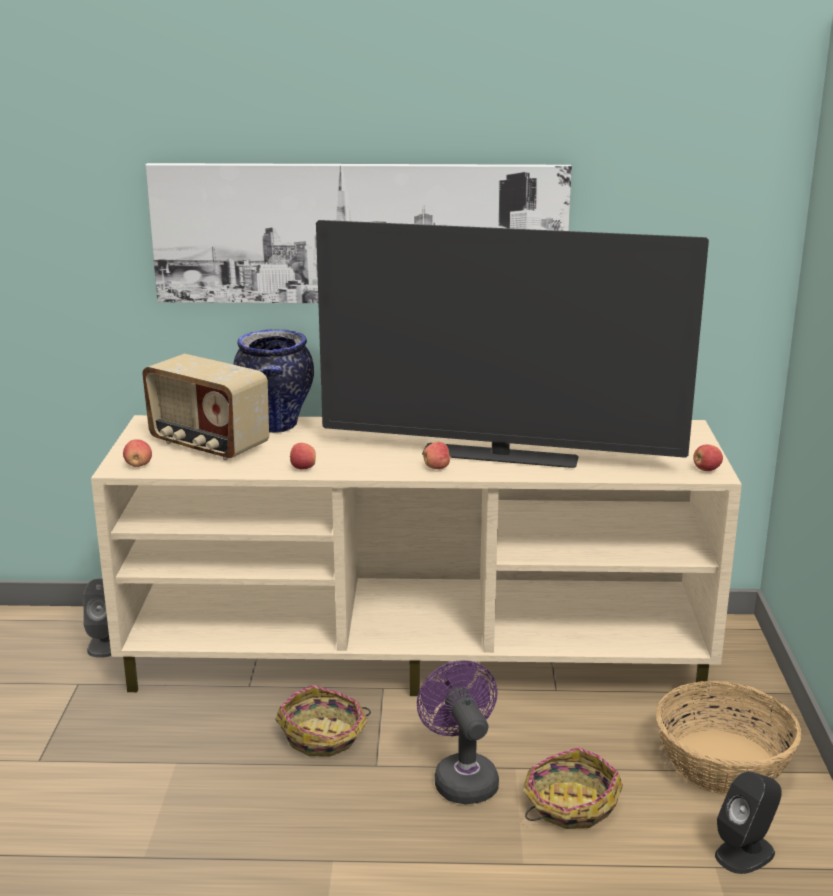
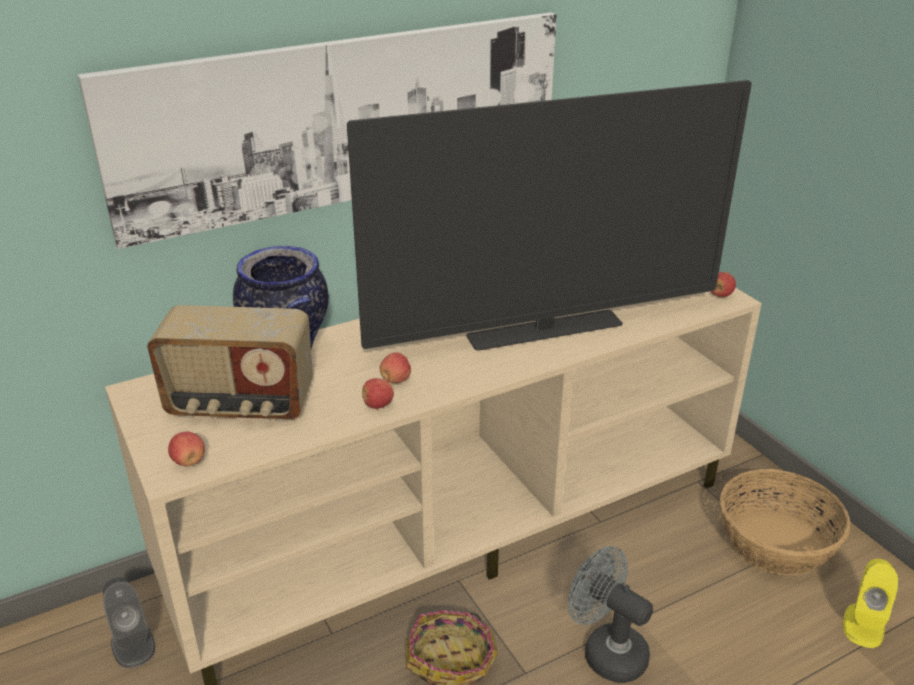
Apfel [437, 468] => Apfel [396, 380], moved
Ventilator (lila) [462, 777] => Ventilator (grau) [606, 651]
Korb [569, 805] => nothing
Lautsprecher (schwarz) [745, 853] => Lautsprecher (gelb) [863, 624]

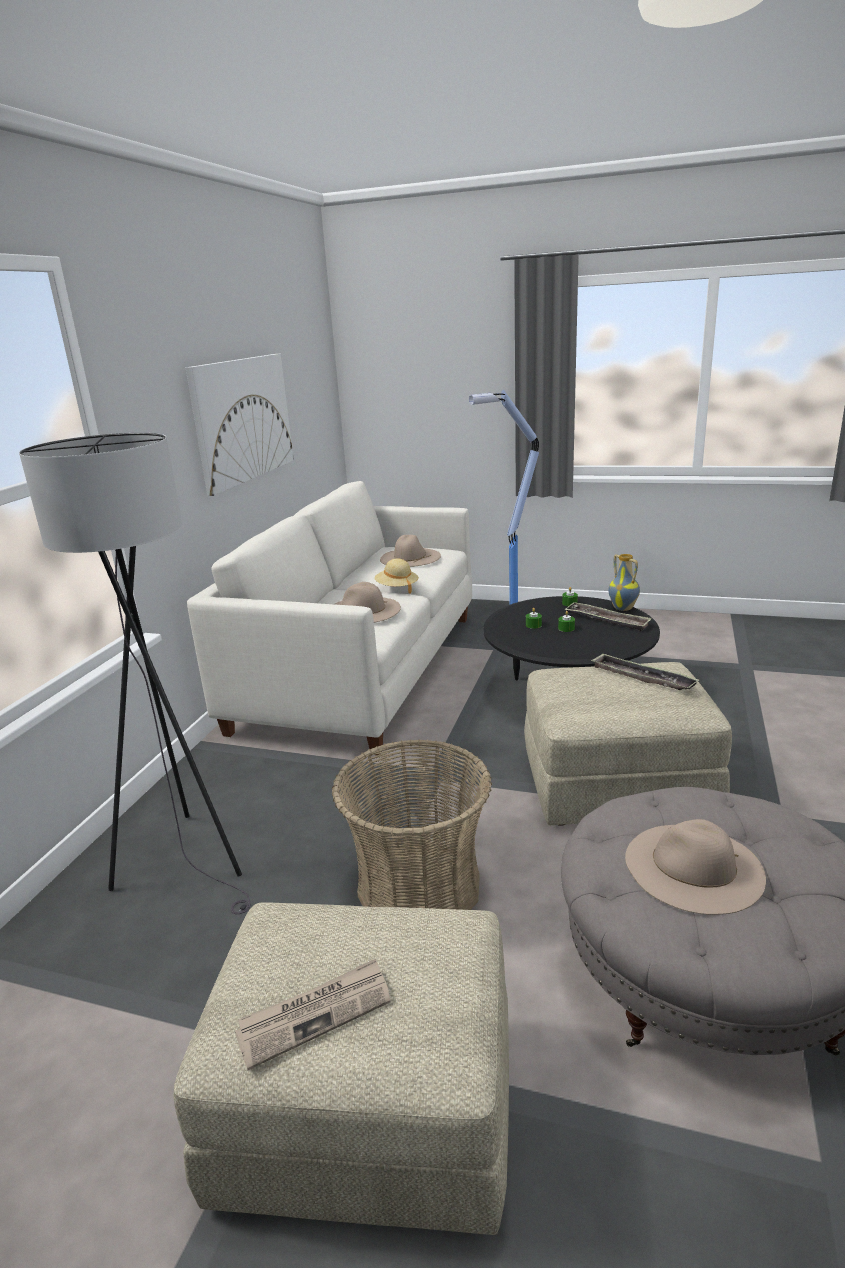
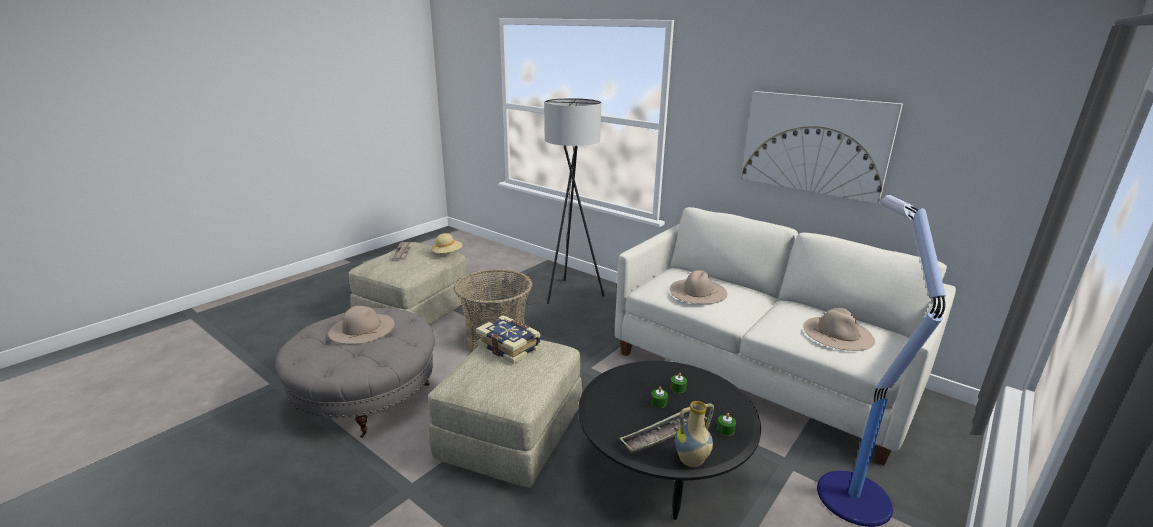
Hut (beige) [397, 588] => Hut (beige) [447, 253], moved
Tablett [642, 677] => nothing
nothing => Buch [510, 347]

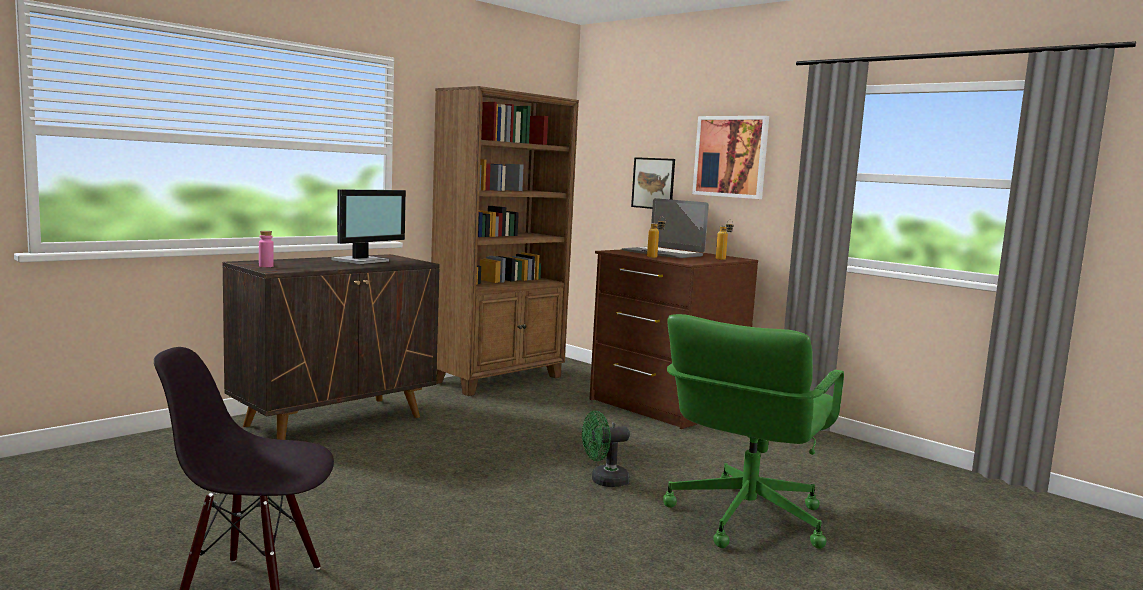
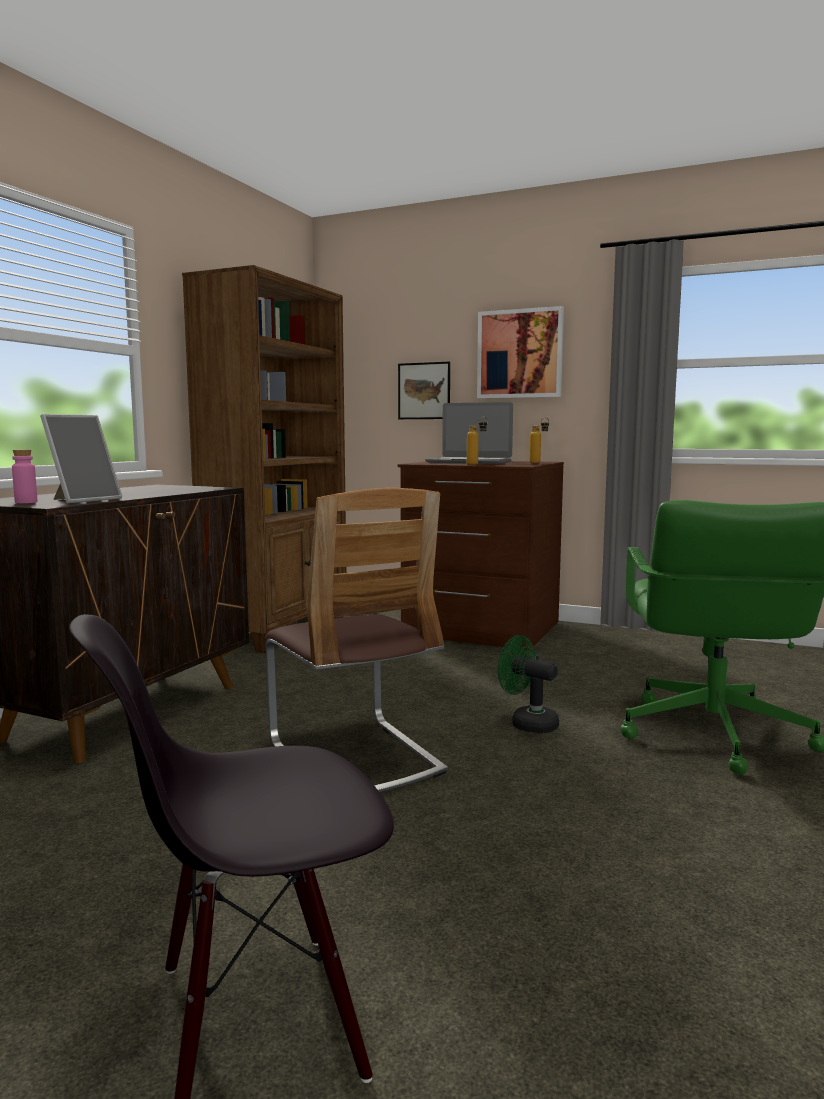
Monitor [362, 261] => nothing
Ventilator (grün) [603, 481] => Ventilator (grün) [527, 723], 75 degrees clockwise
nothing => Bilderrahmen [83, 500]
nothing => Stuhl [355, 758]

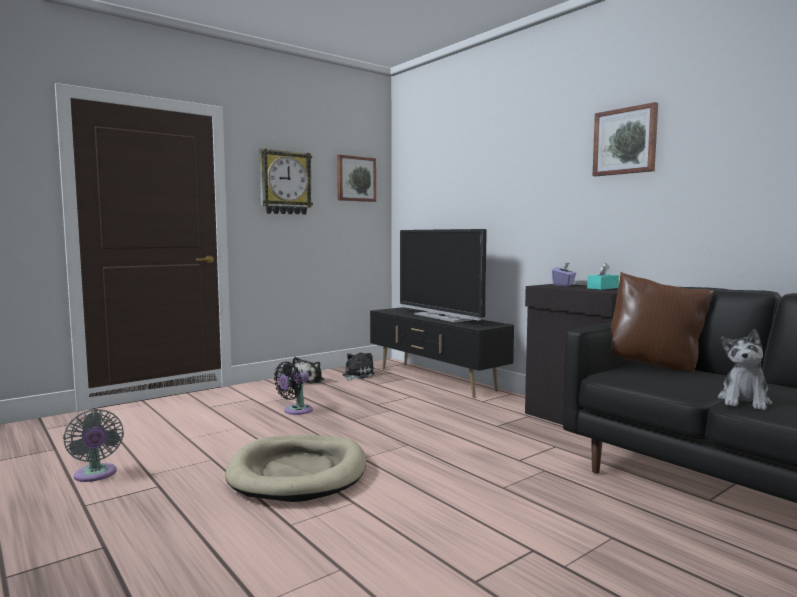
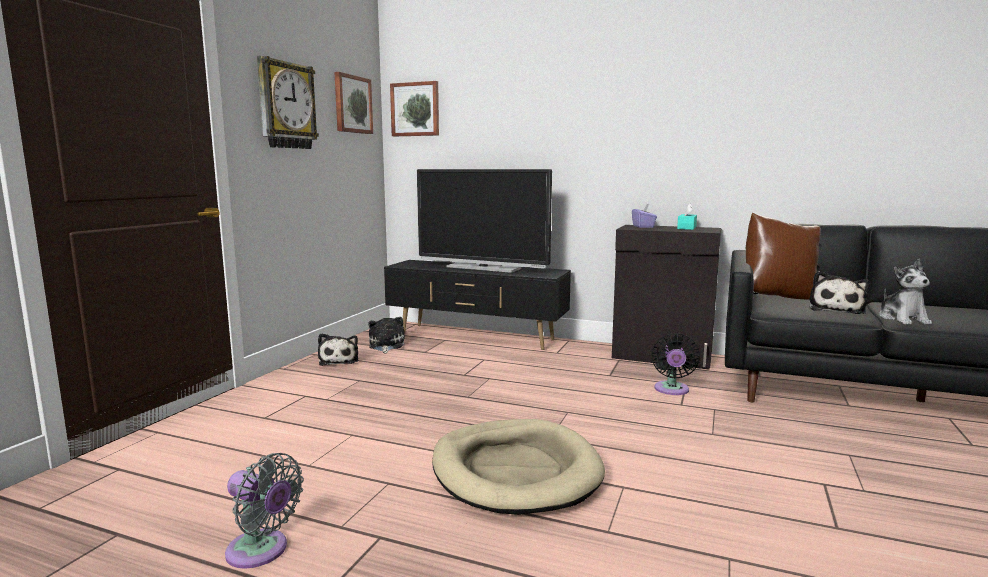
Bild [625, 141] => Bild [415, 109], moved
Ventilator (schwarz) [295, 411] => Ventilator (schwarz) [671, 390], moved
nothing => Plüschtier [836, 309]

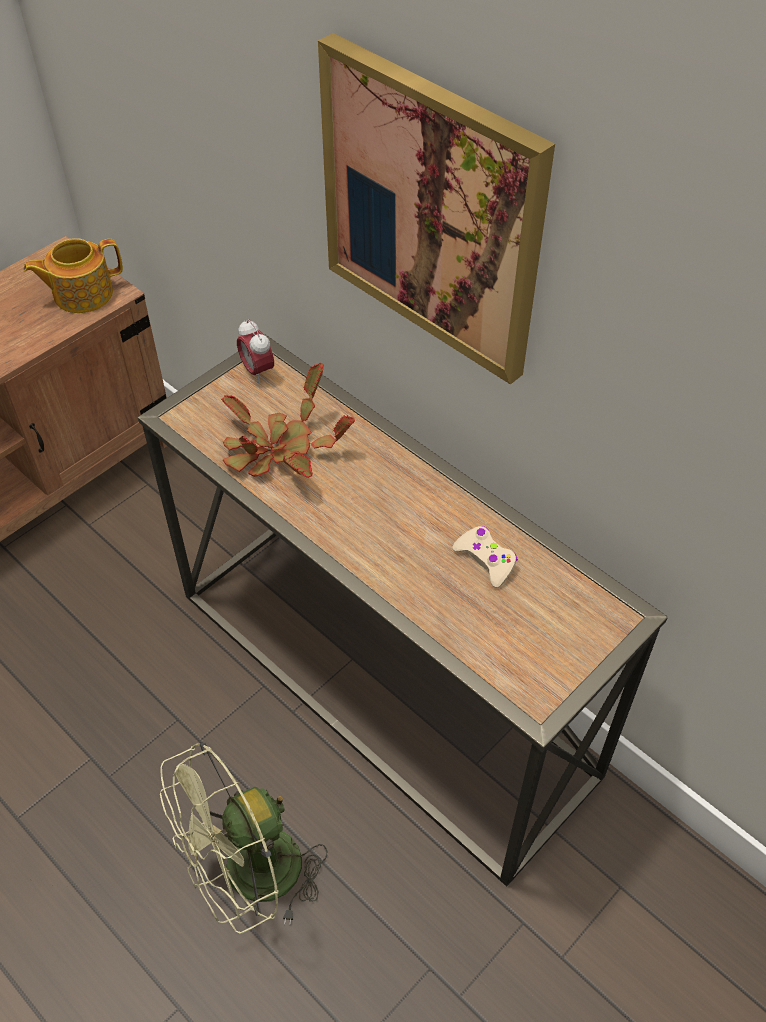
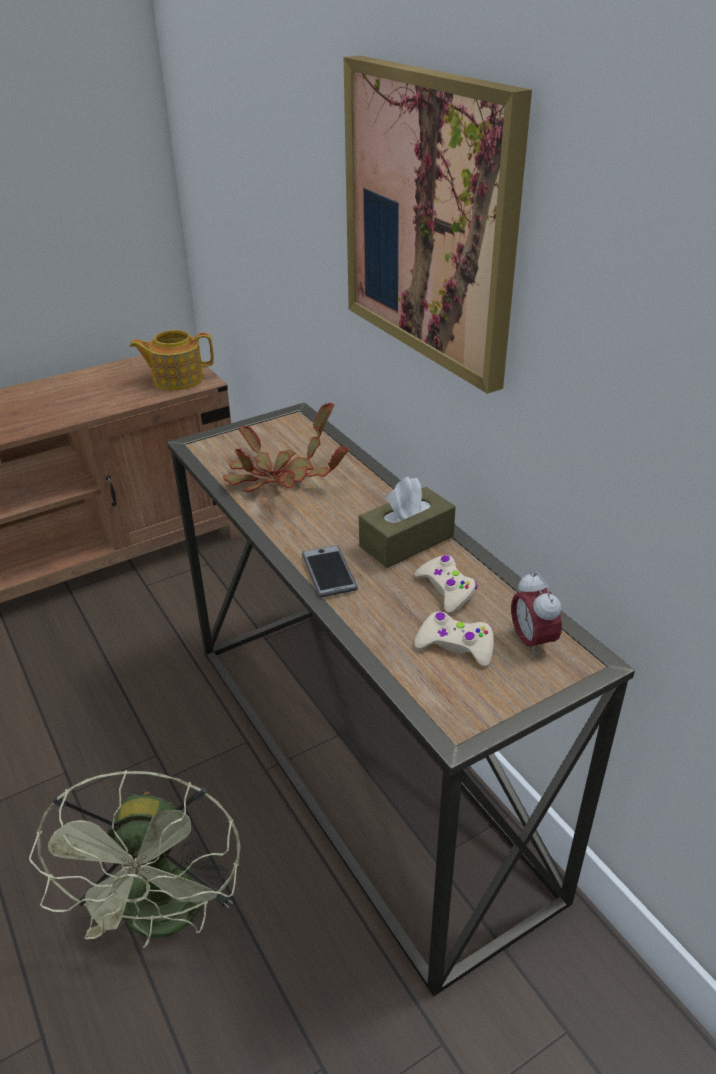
Wecker [257, 371] => Wecker [531, 642], moved
Ventilator (grün) [249, 878] => Ventilator (grün) [165, 919], 75 degrees counterclockwise
nothing => Taschentuchbox (braun) [406, 541]
nothing => Handy [329, 572]
nothing => Gamepad (beige) [455, 646]

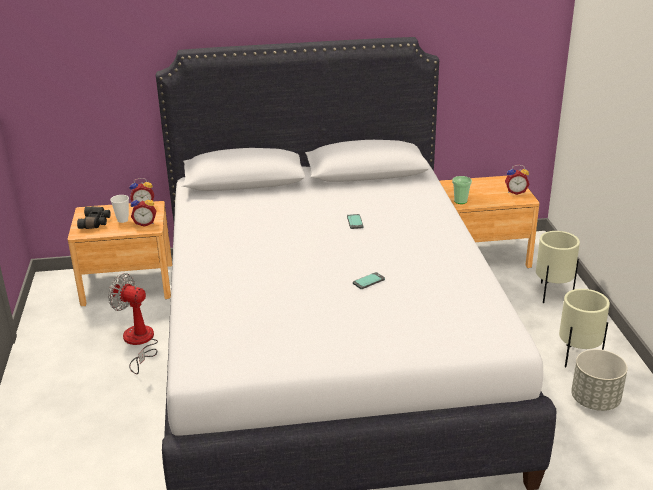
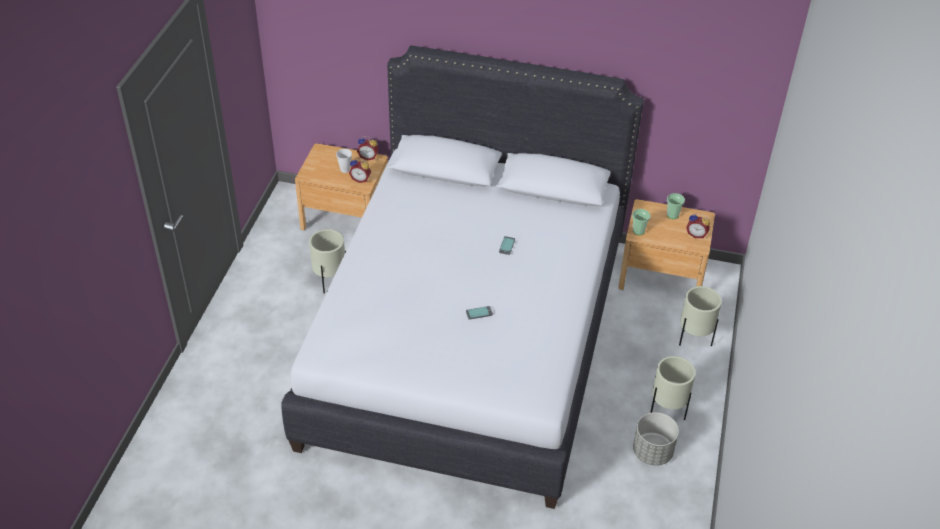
Fernglas (schwarz) [96, 223] => nothing
Ventilator [139, 342] => Pflanzkübel (beige) [330, 281]
nothing => Tasse [672, 215]

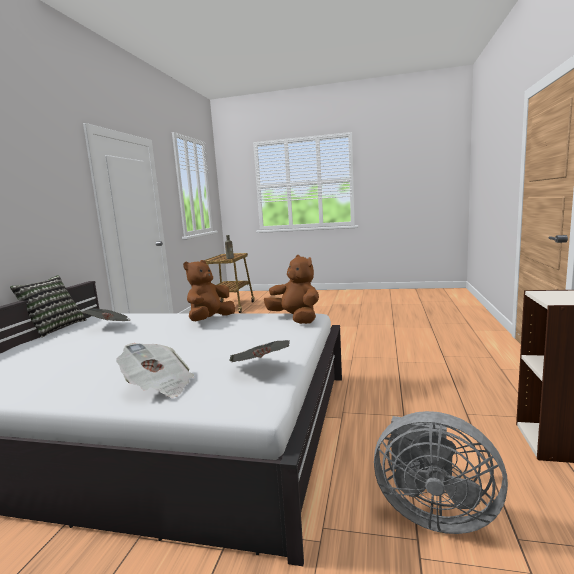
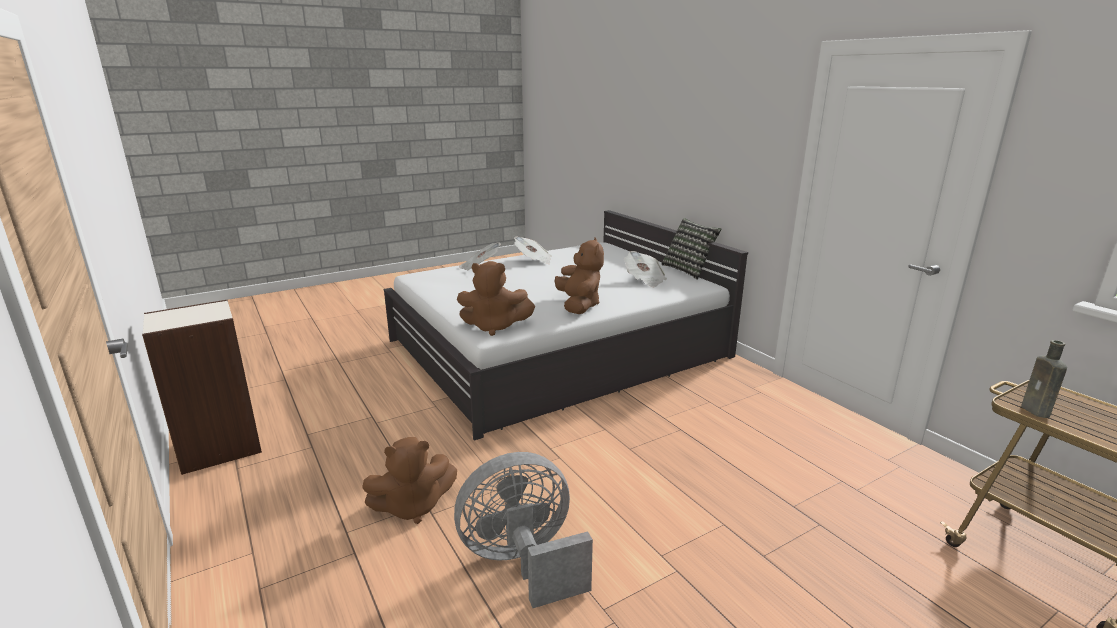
Zeitung [260, 368] => Zeitung [533, 260], moved
Ventilator (grau) [432, 512] => Ventilator (grau) [523, 562], moved
nothing => Plüschtier (braun) [412, 507]

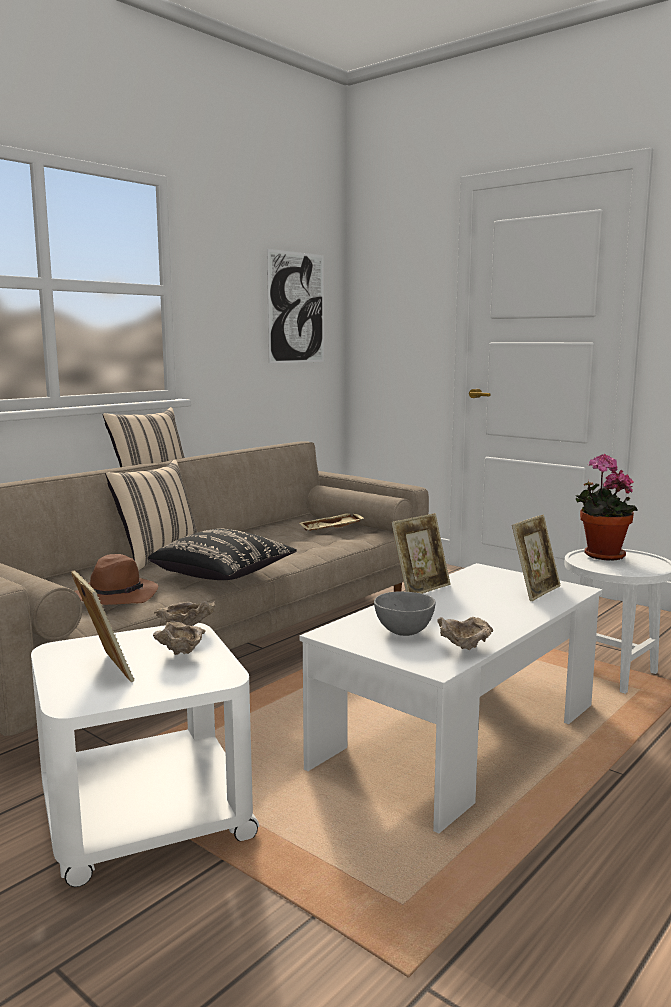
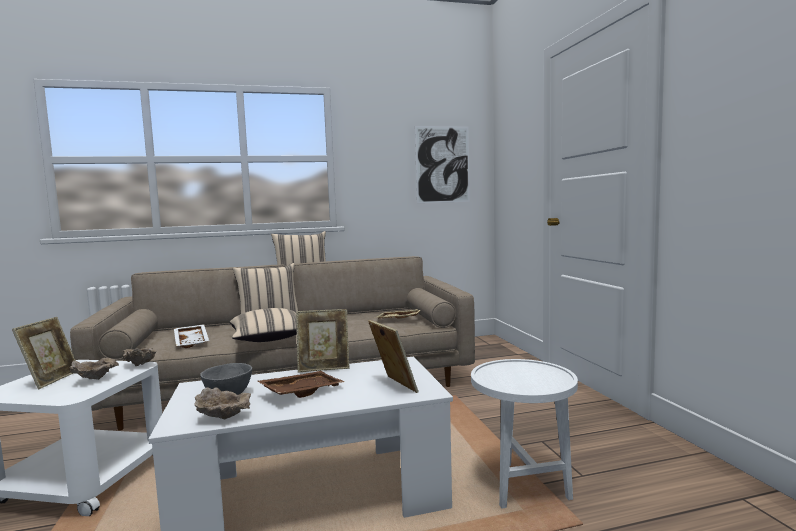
Topfpflanze [600, 555] => nothing
Bilderrahmen [535, 591] => Bilderrahmen [393, 386], 105 degrees counterclockwise
Kissen (schwarz) [223, 576] => Kissen (beige) [268, 339]
Hut (braun) [116, 596] => Tablett (weiß) [192, 341]
nothing => Tablett (braun) [301, 392]

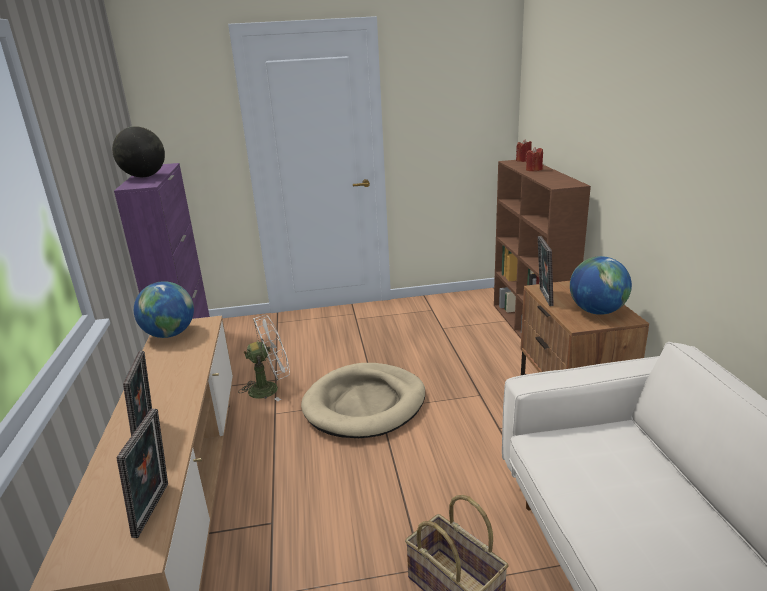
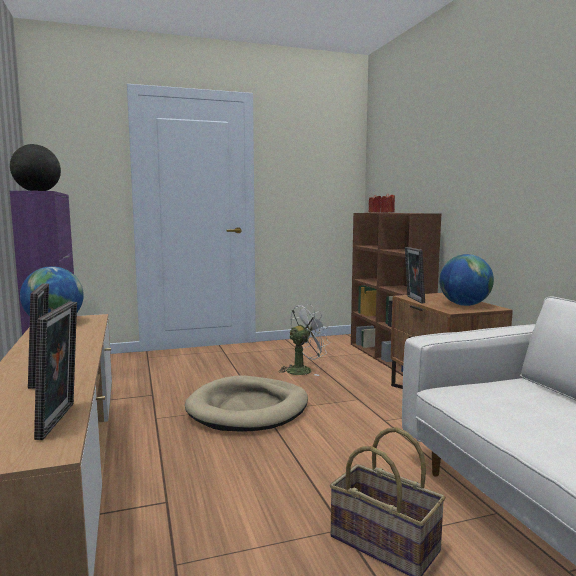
Ventilator (weiß) [270, 388] => Ventilator (weiß) [303, 370], moved

